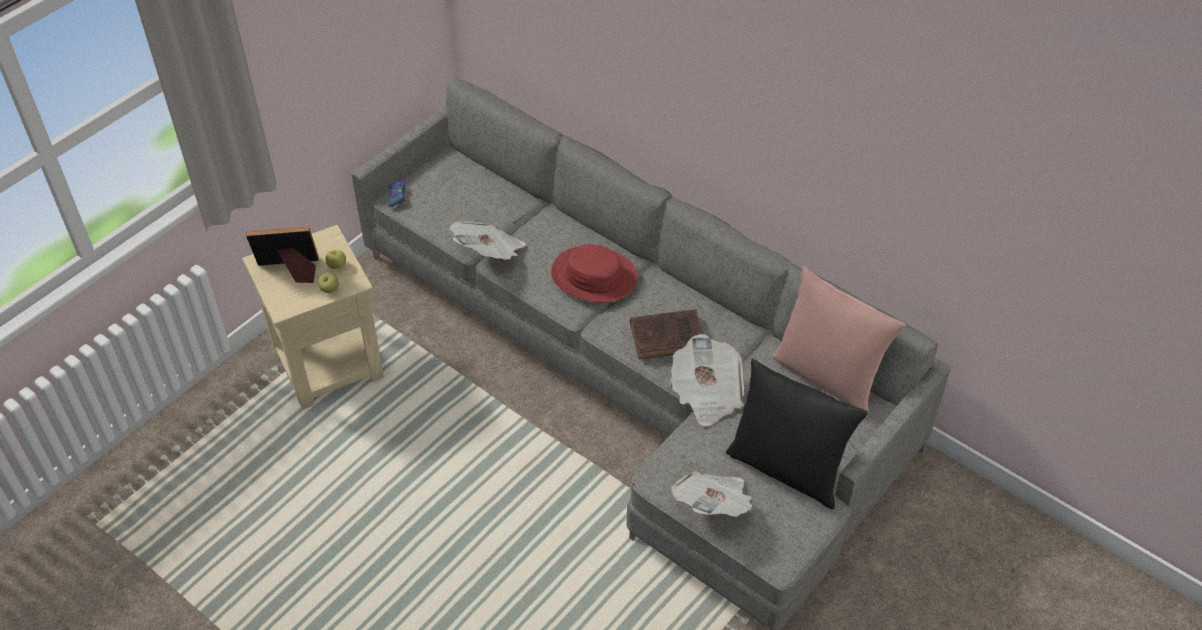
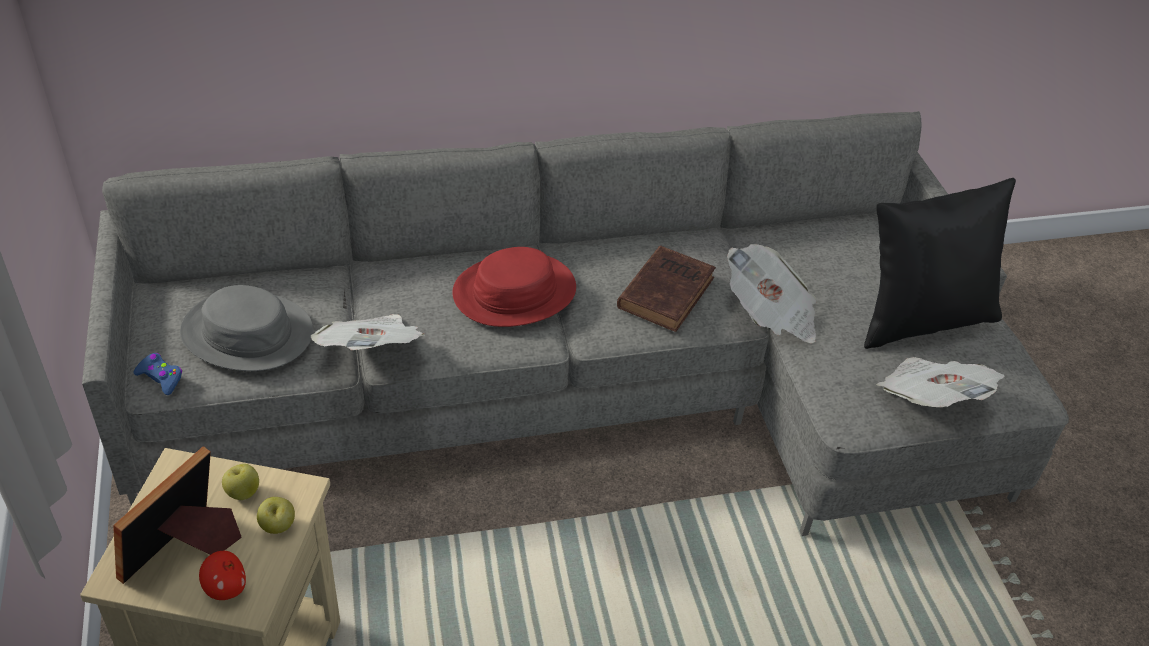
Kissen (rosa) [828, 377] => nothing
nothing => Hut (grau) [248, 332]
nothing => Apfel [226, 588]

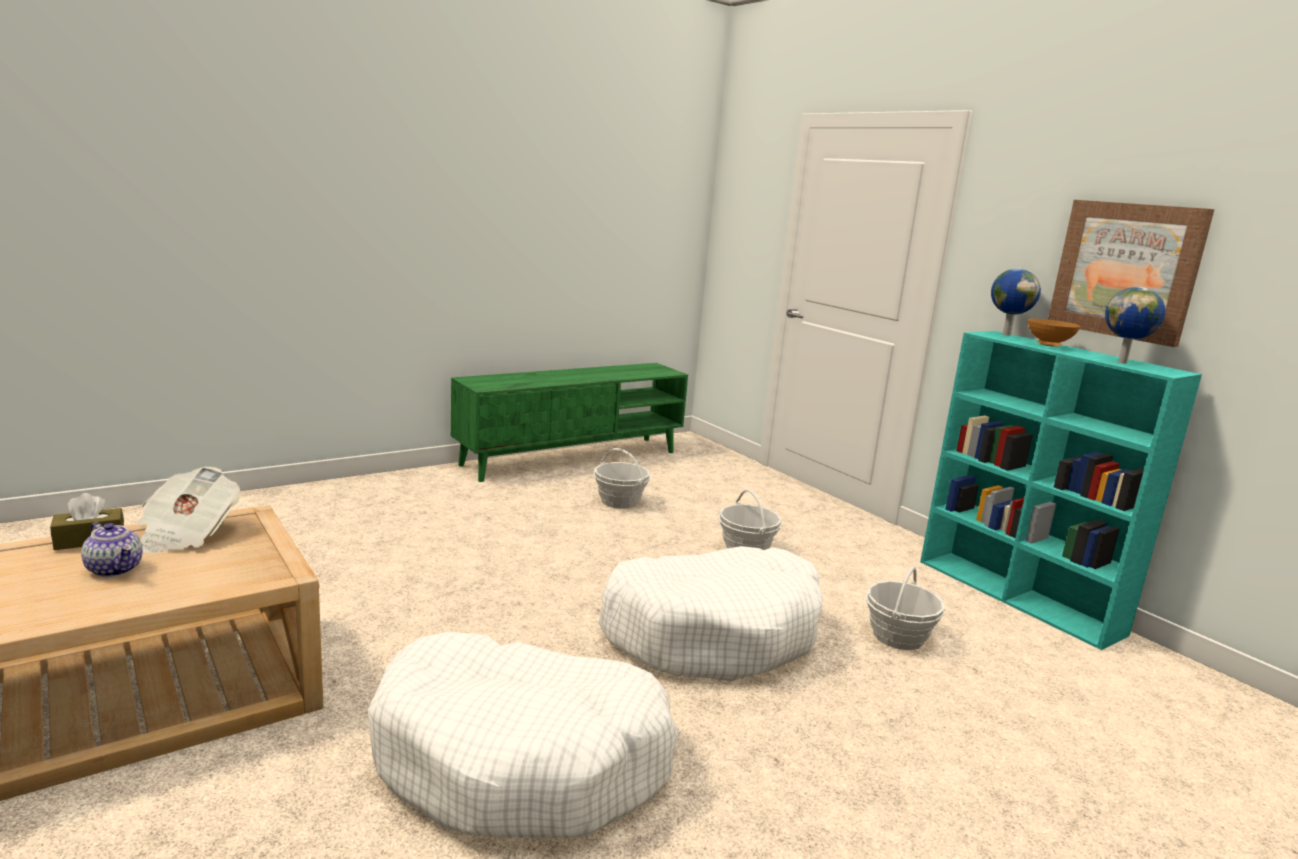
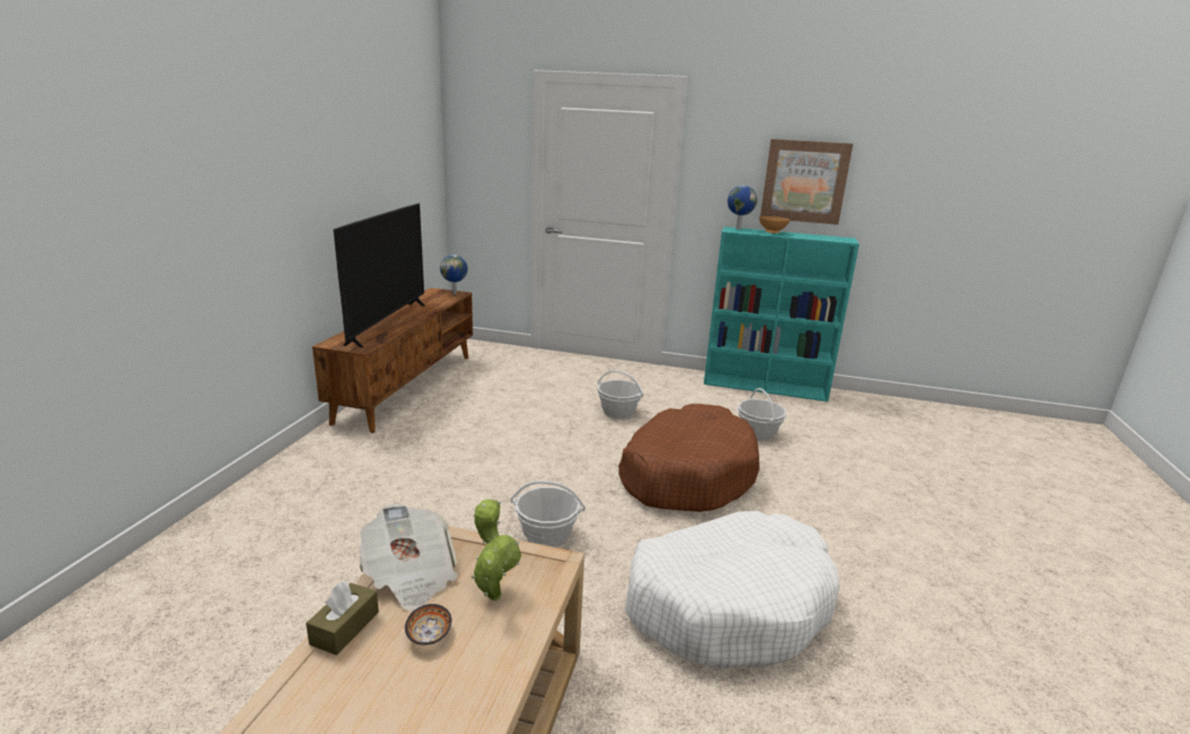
Globus [1123, 362] => Globus [455, 293], moved
Fernsehschrank (grün) [572, 458] => Fernsehschrank (braun) [407, 386]
Korb [620, 501] => Korb [547, 535], moved
Teekanne [115, 569] => Schüssel [429, 635]
Hundebett (weiß) [713, 633] => Hundebett (braun) [686, 474]
nothing => Fernseher [388, 323]
nothing => Topfpflanze [493, 593]

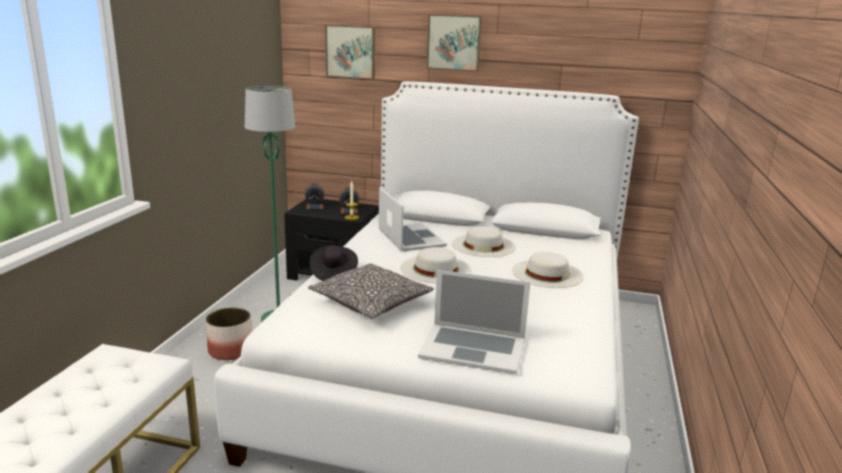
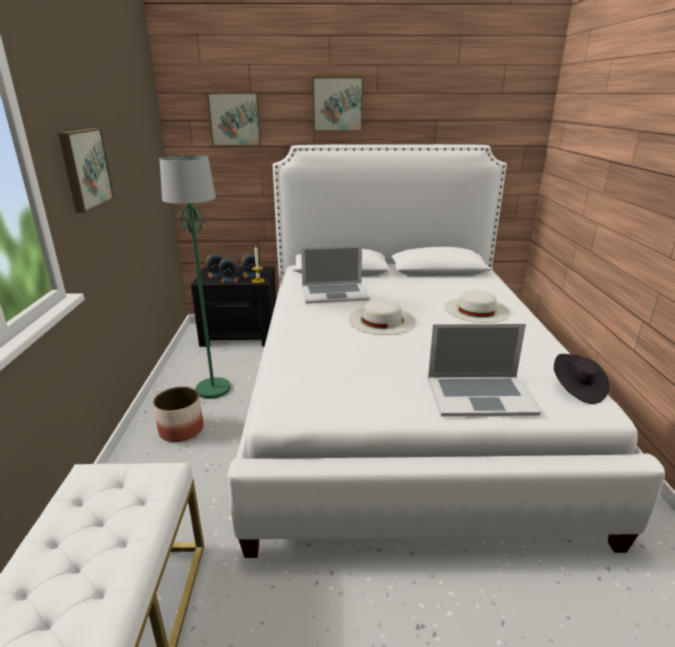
Laptop [410, 237] => Laptop [334, 293], 120 degrees clockwise
Hut (weiß) [483, 245] => nothing
Hut (schwarz) [333, 273] => Hut (schwarz) [577, 389], moved
Kissen [371, 302] => nothing
nothing => Bild [84, 168]
nothing => Wecker [230, 279]

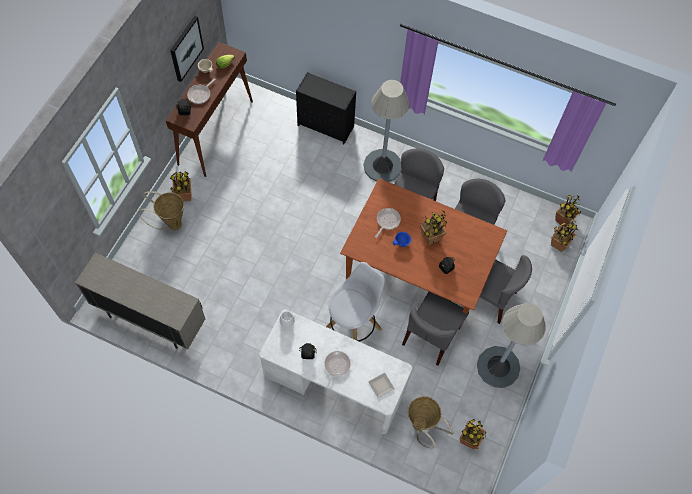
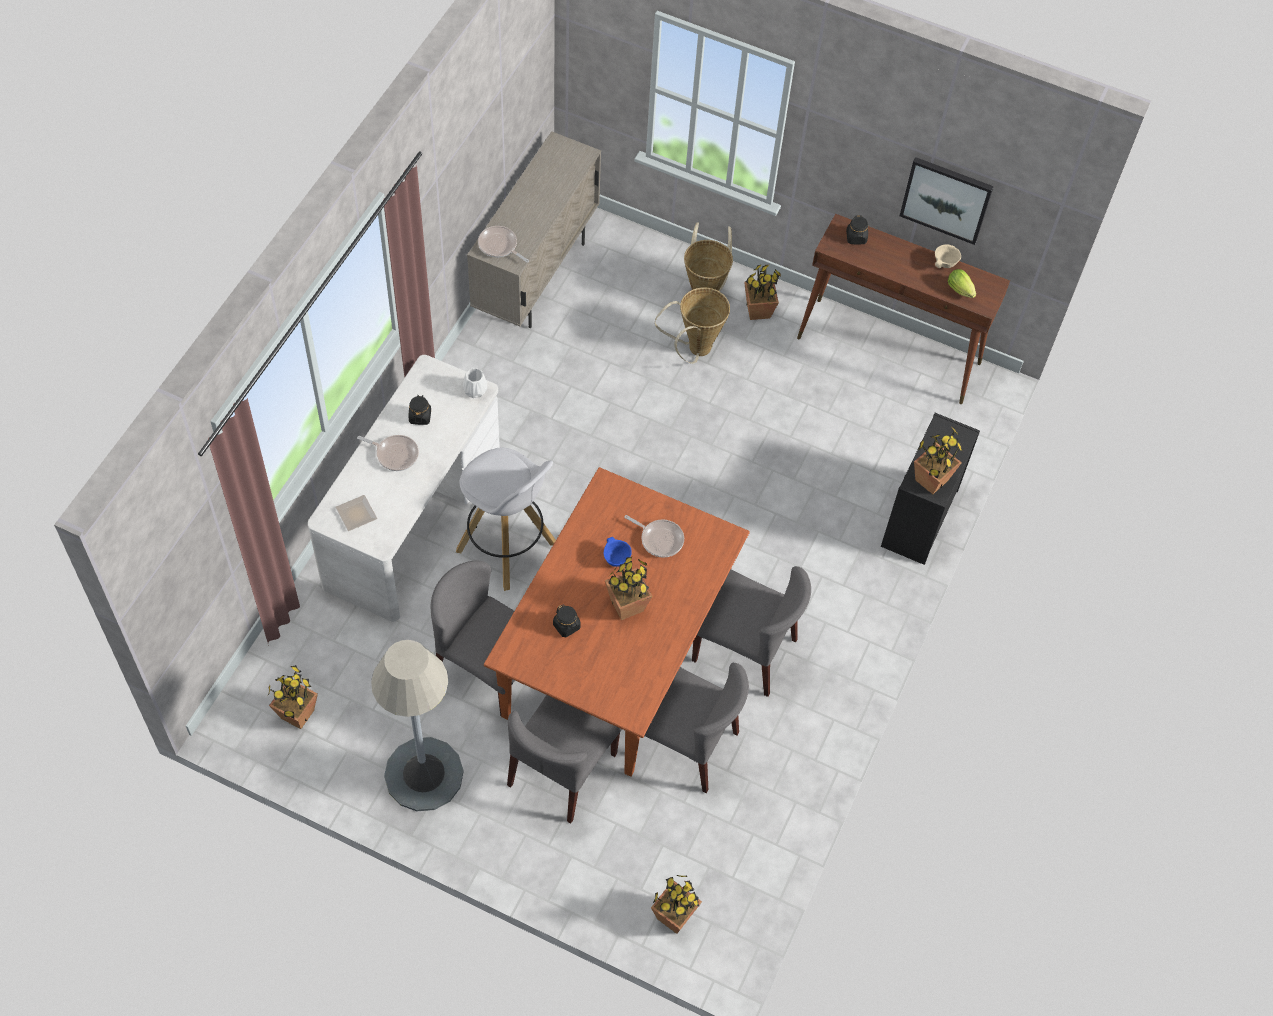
Pfanne [200, 94] => Pfanne [499, 246], moved
Stehlampe (grau) [382, 166] => nothing
Topfpflanze [563, 220] => Topfpflanze [931, 481], moved
Korb [422, 427] => Korb [694, 350], moved

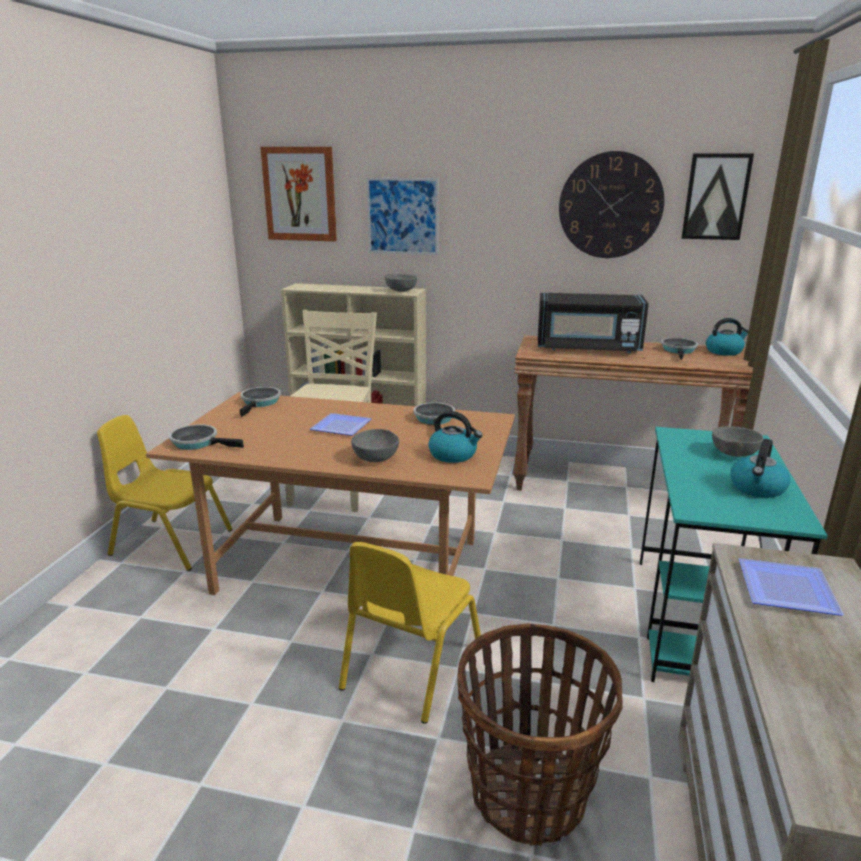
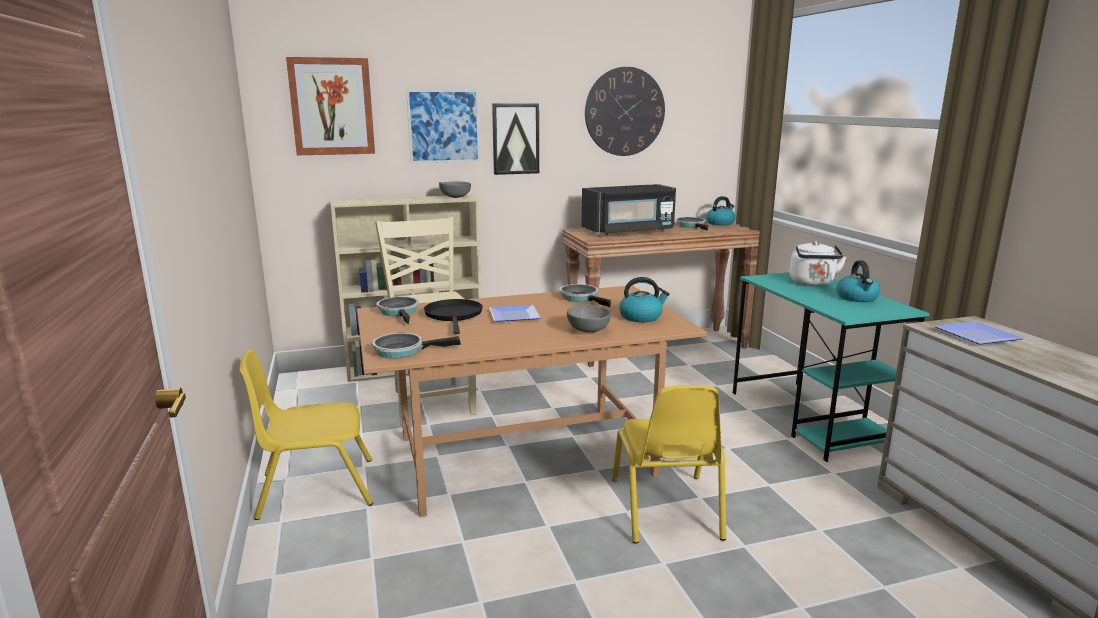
Bild [716, 197] => Bild [515, 139], moved
Schüssel (grau) [733, 454] => Wasserkessel (weiß) [812, 283]
Korb [529, 792] => nothing
nothing => Pfanne (schwarz) [454, 315]

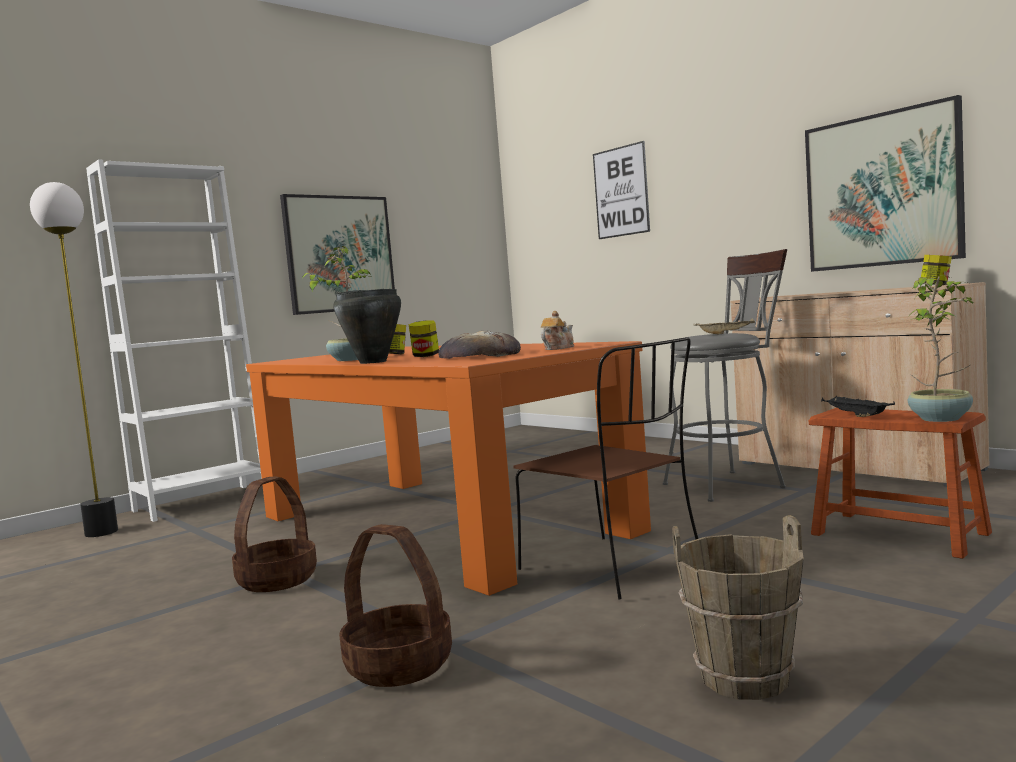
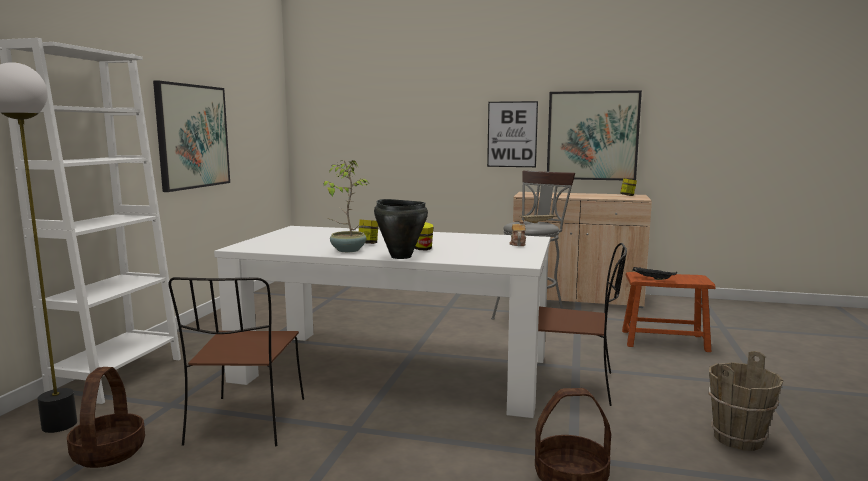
Bild [621, 191] => Bild [512, 134], moved
Topfpflanze [942, 419] => nothing
Brot [479, 356] => nothing
Esstisch (orange) [438, 523] => Esstisch (weiß) [394, 368]
Korb [277, 580] => Korb [108, 452], moved
nothing => Stuhl (braun) [246, 423]

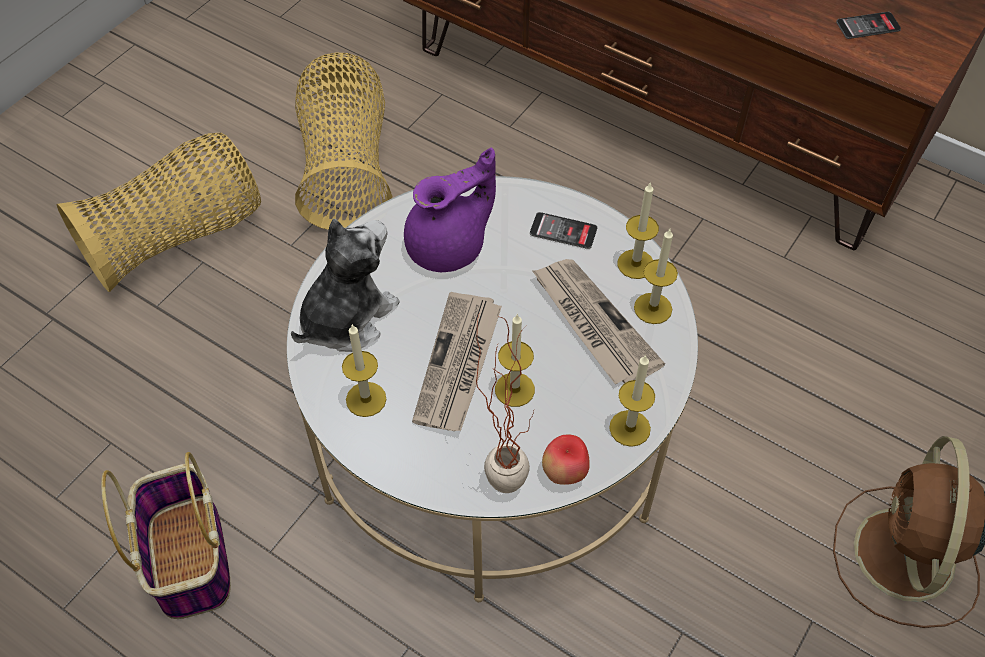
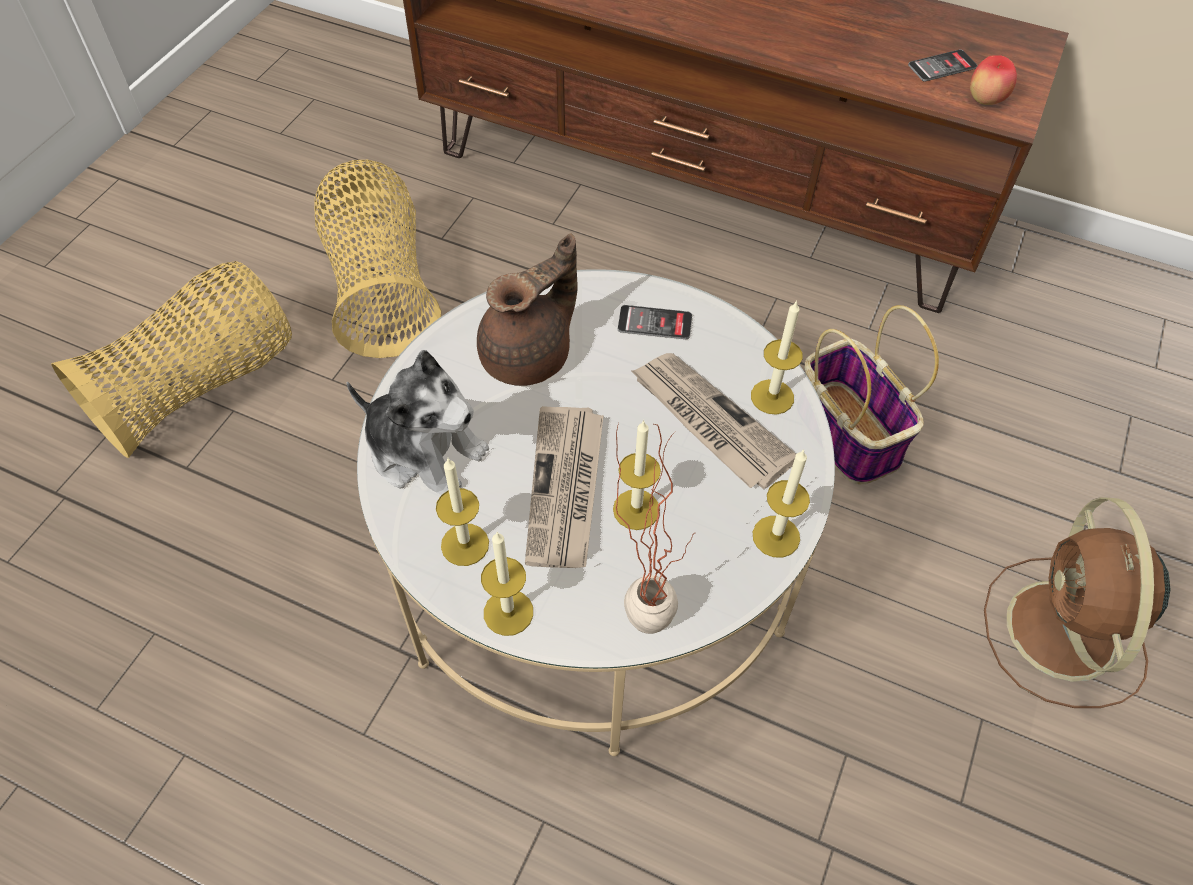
Teekanne (lila) [449, 247] => Teekanne (braun) [530, 355]
Kerze [635, 264] => Kerze [508, 612], moved
Plüschtier [346, 317] => Plüschtier [425, 451], 90 degrees clockwise
Apfel [565, 472] => Apfel [985, 101], moved
Korb [189, 556] => Korb [845, 433], moved

